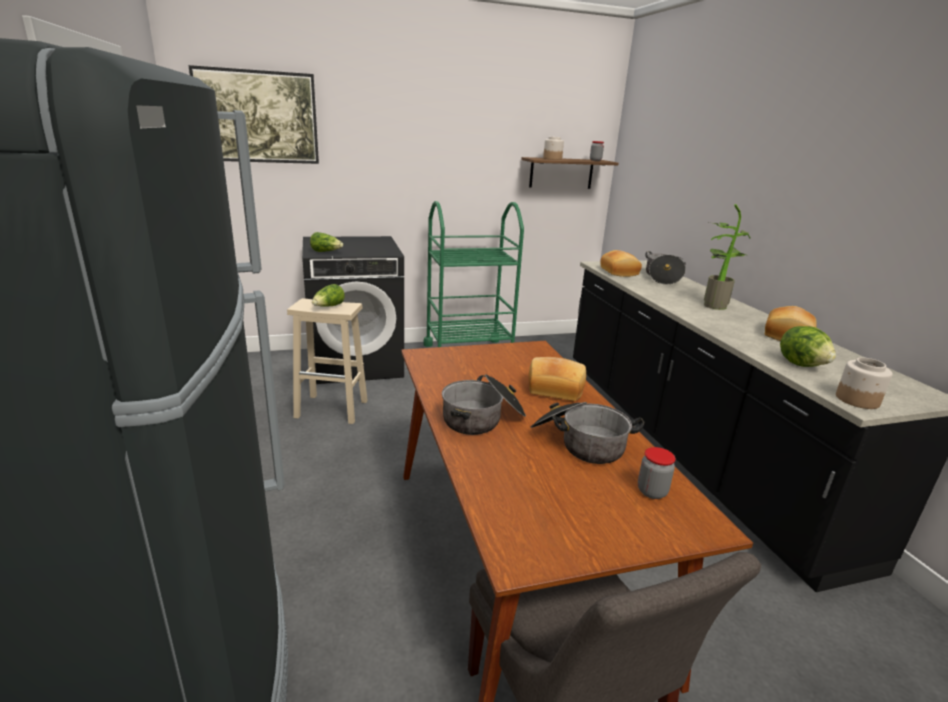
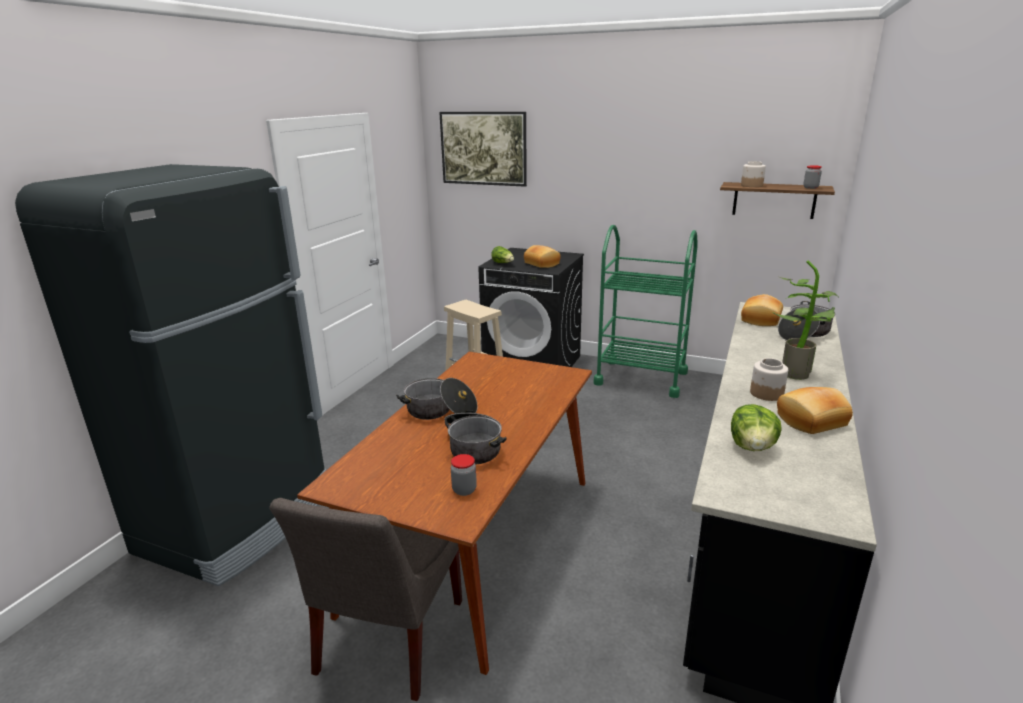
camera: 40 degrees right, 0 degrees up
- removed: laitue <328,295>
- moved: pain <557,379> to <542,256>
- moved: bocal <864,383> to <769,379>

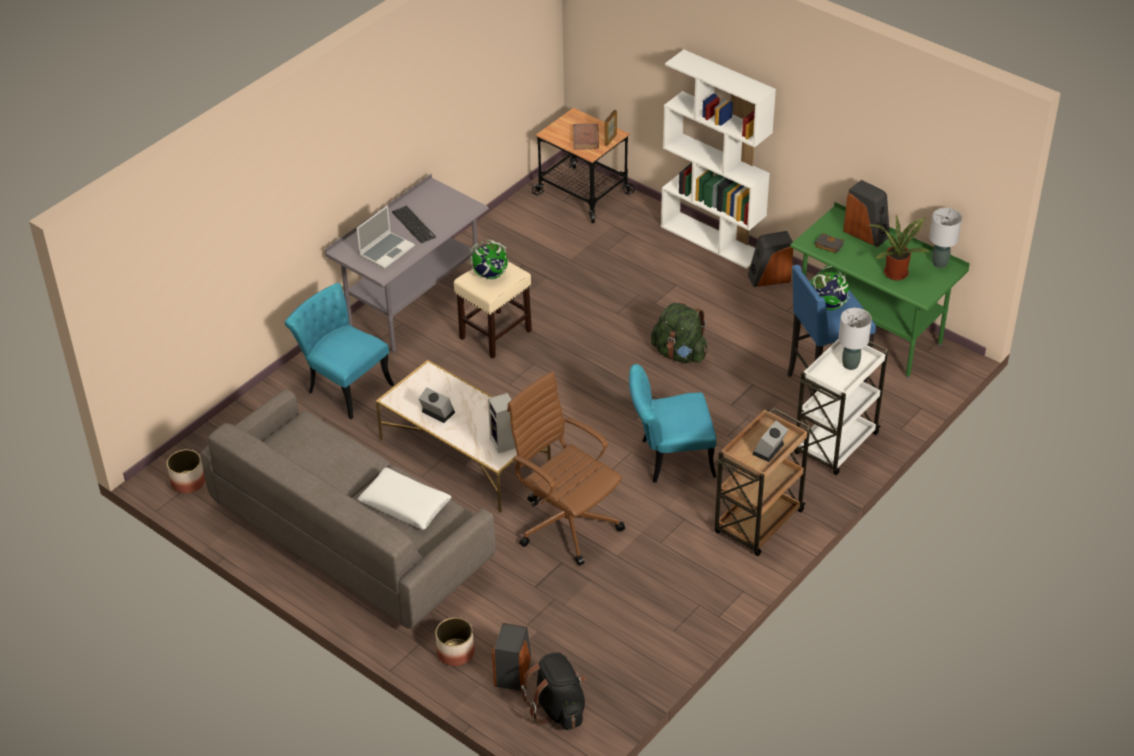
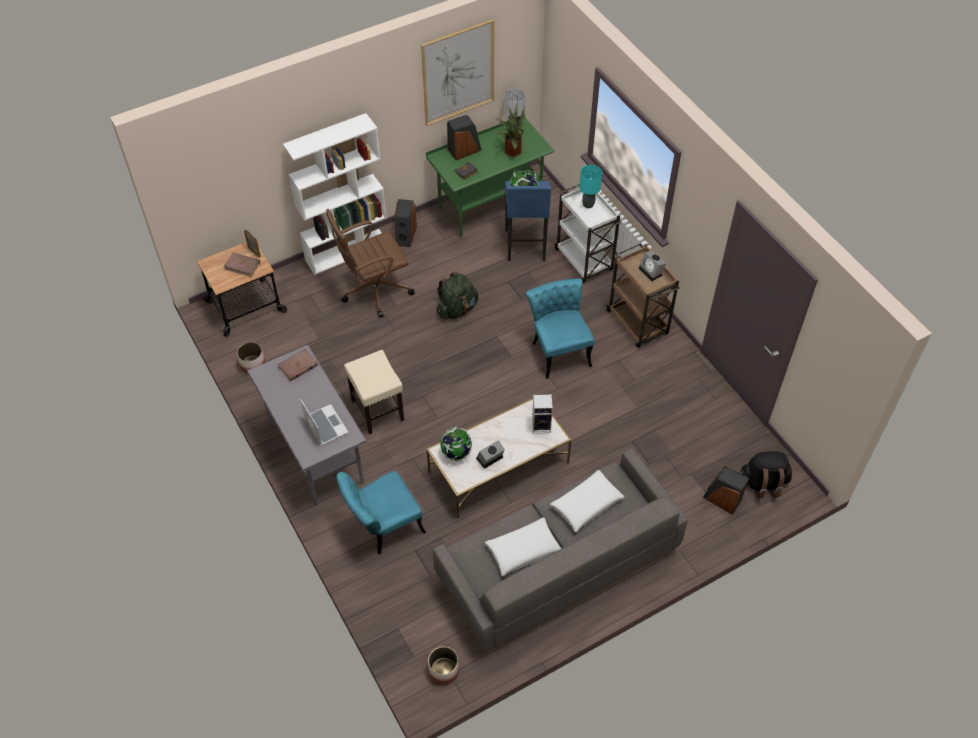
camera: 70 degrees left, 10 degrees up
- removed: clavier <414,224>
- added: livre [marron] <298,365>
- added: tableau <457,72>
- added: coussin [blanc] <523,547>
- moved: cache-pot <454,642> to <251,358>
- moved: globe <489,260> to <456,443>
- moved: chaise de bureau [marron] <566,468> to <370,263>
- recoloured: lampe de table [gris] <855,339> to lampe de table [turquoise] <590,186>
- turned: chaise [turquoise] <673,423> = <560,328> 150 degrees clockwise

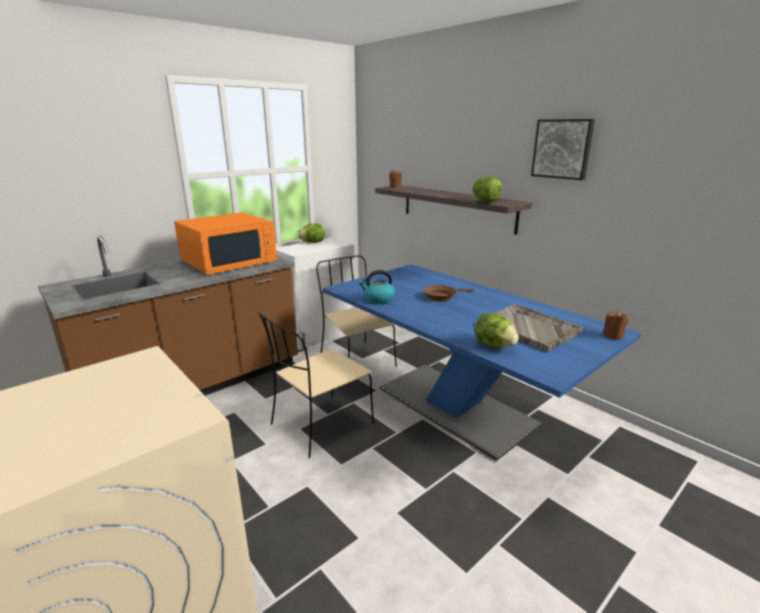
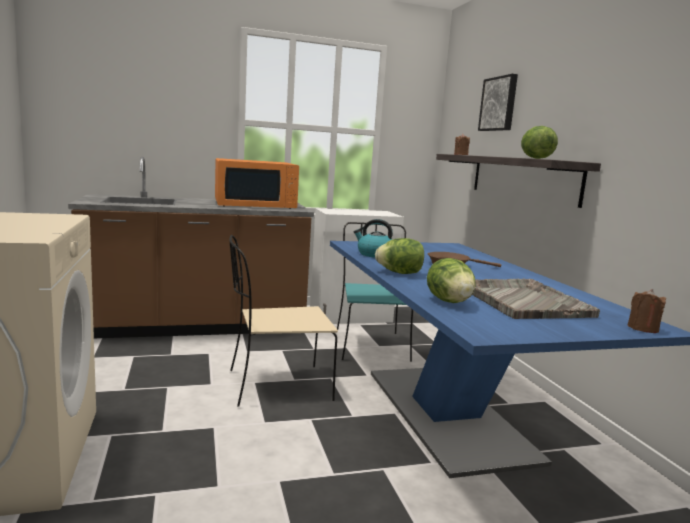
camera: 25 degrees right, 10 degrees down
- moved: laitue <311,233> to <399,256>
- moved: tableau <563,149> to <498,102>
- recoloured: chaise [beige] <356,311> to chaise [turquoise] <375,292>

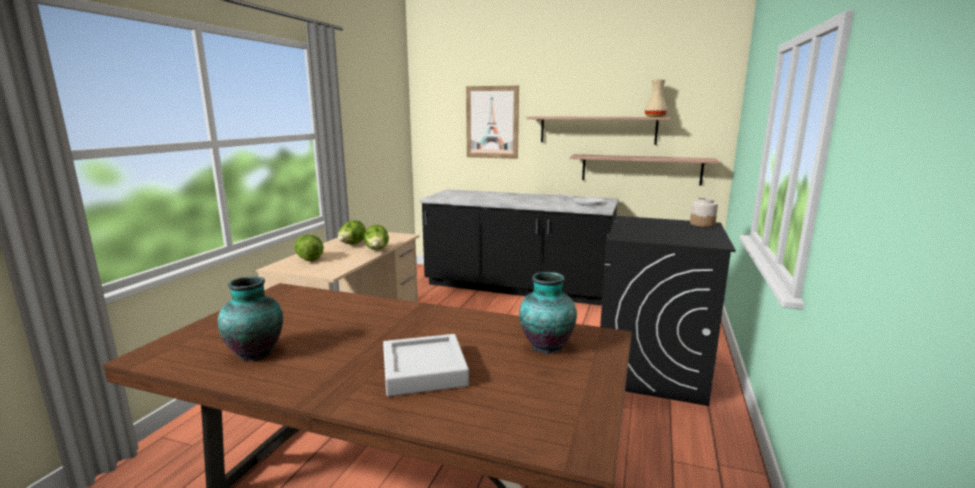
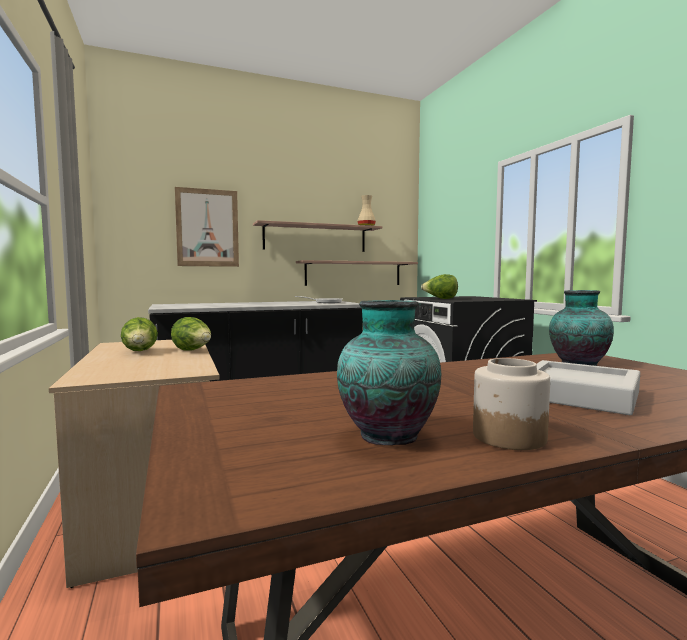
camera: 40 degrees left, 10 degrees down
- moved: laitue <309,247> to <439,286>
- moved: bocal <704,212> to <511,404>

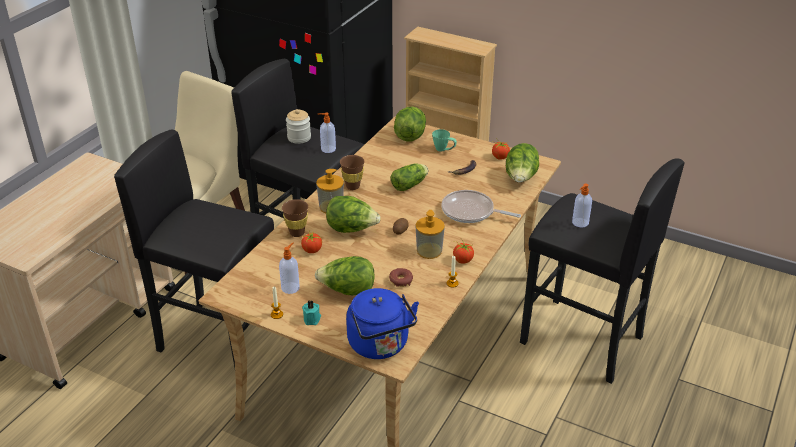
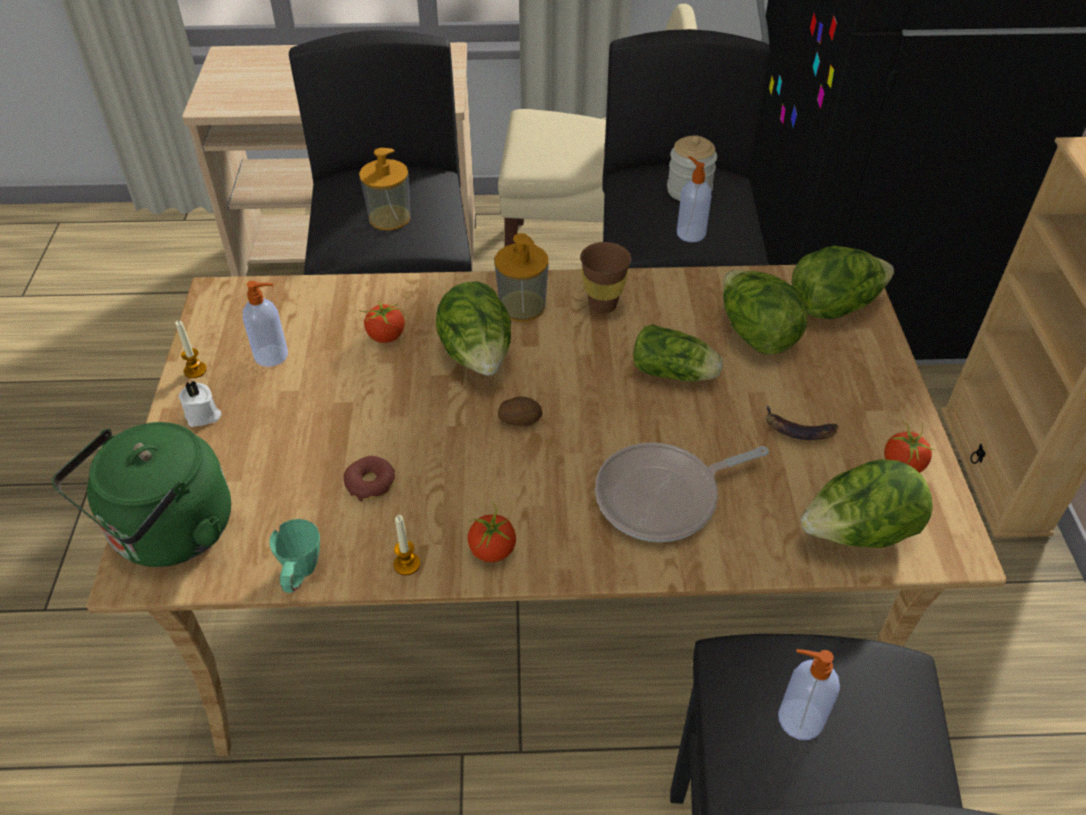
camera: 60 degrees right, 10 degrees up
- removed: tasse [marron] <295,218>
- moved: laitue <345,275> to <765,312>
- moved: distributeur de savon <430,234> to <385,189>
- moved: mug [vert] <444,140> to <294,556>
- recoloured: bougie [turquoise] <311,312> to bougie [blanc] <199,404>
- recoloured: bouilloire [bleu] <382,323> to bouilloire [vert] <141,494>
- turned: poêle <481,206> = <682,492> 105 degrees counterclockwise

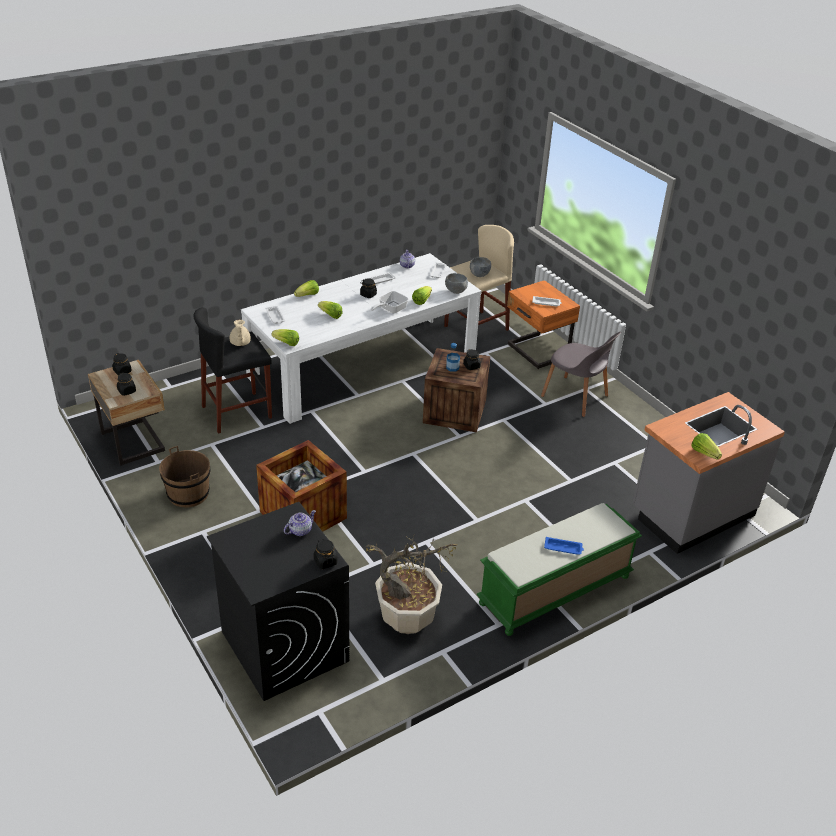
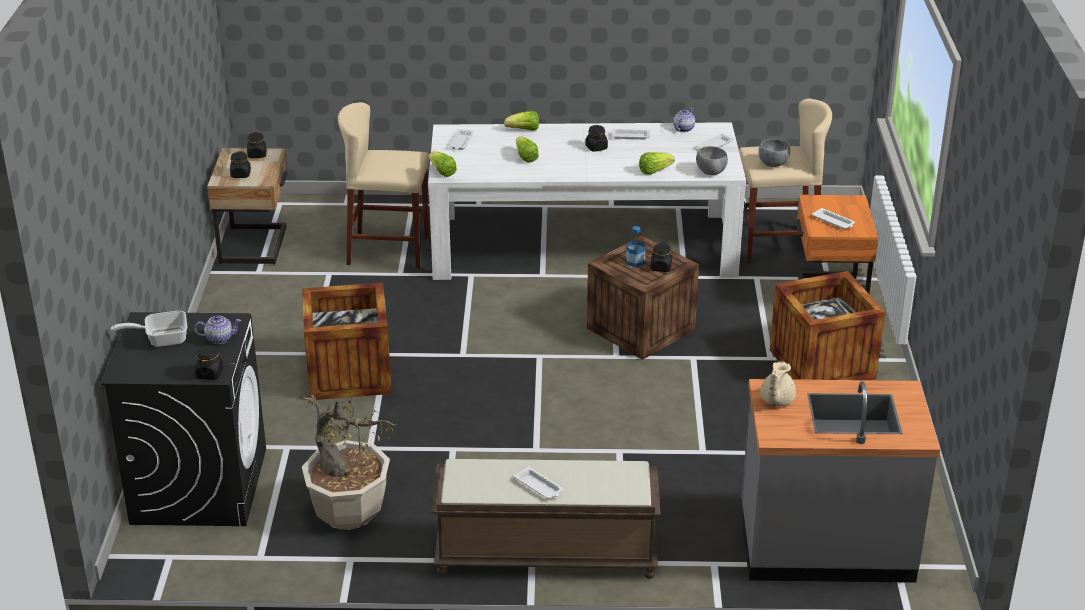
camera: 35 degrees right, 5 degrees down
- removed: seau [marron] <184,476>
- removed: laitue <706,446>
- moved: théière [beige] <240,333> to <778,383>
- moved: poêle <390,302> to <149,329>
- replaced: chaise [gris] <581,374> to caisse <827,325>
- recoloured: tabouret [noir] <233,370> to tabouret [beige] <383,185>
- recoloured: banc [vert] <559,569> to banc [marron] <546,519>
- recoloured: plateau [bleu] <564,546> to plateau [blanc] <539,482>

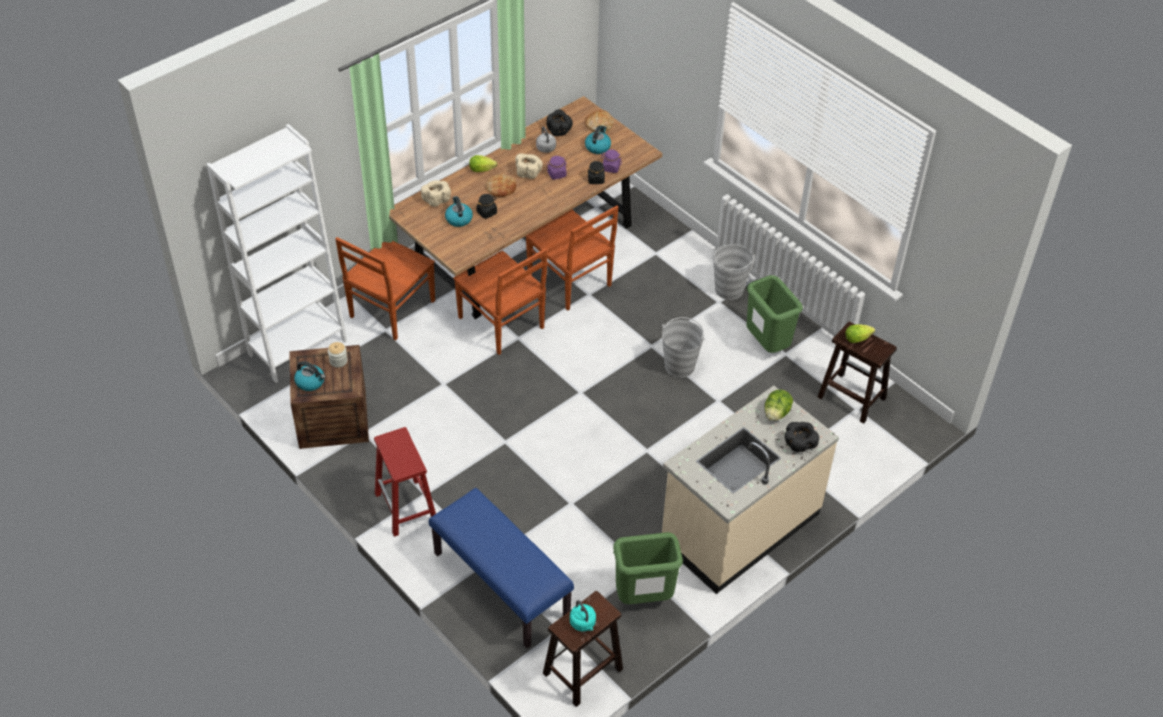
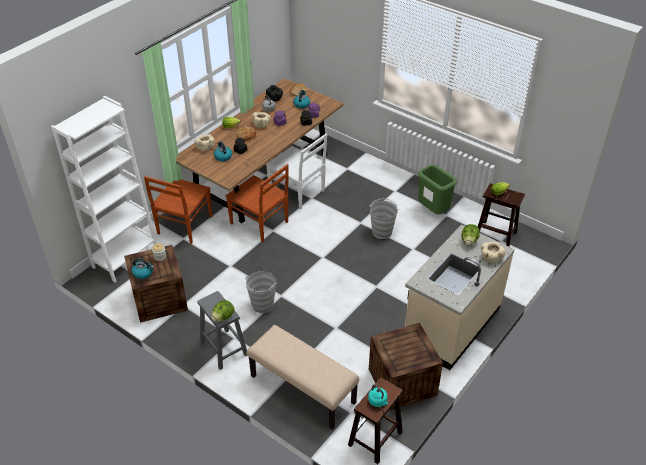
camera: 10 degrees left, 5 degrees down
- added: laitue <222,311>
- moved: seau [gris] <733,272> to <261,292>
- replaced: poubelle [vert] <648,568> to caisse <406,366>
- recoloured: tabouret [rouge] <405,482> to tabouret [gris] <222,330>
- recoloured: banc [bleu] <501,568> to banc [beige] <303,377>
- recoloured: chaise [marron] <572,258> to chaise [blanc] <296,172>
- recoloured: bol [noir] <802,437> to bol [beige] <493,252>

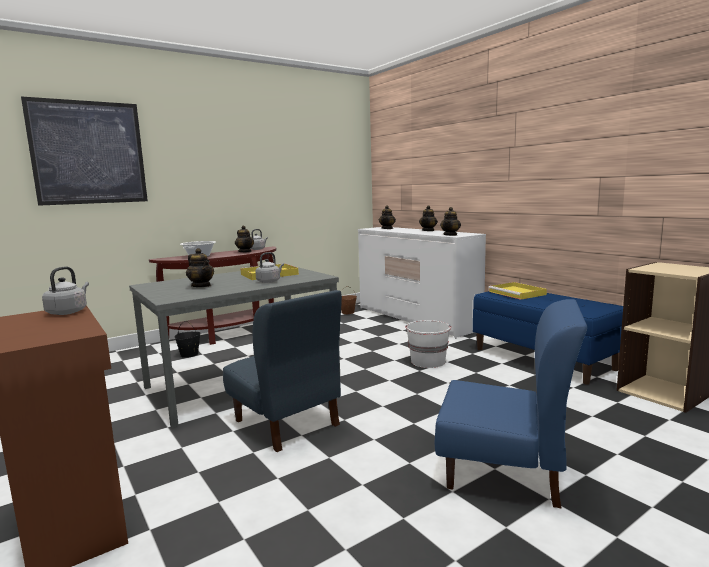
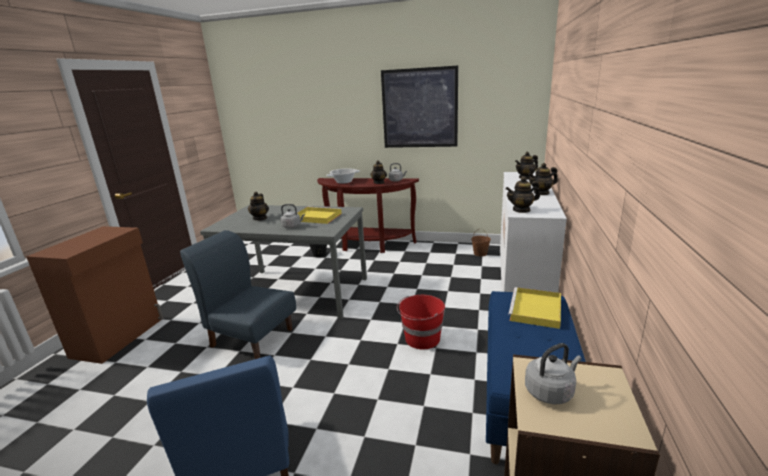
camera: 50 degrees right, 10 degrees up
- moved: tableau <84,151> to <419,107>
- moved: bouilloire [gris] <65,290> to <553,373>
- recoloured: seau [blanc] <428,344> to seau [rouge] <421,322>
- turned: chaise [bleu] <282,371> = <238,294> 105 degrees clockwise

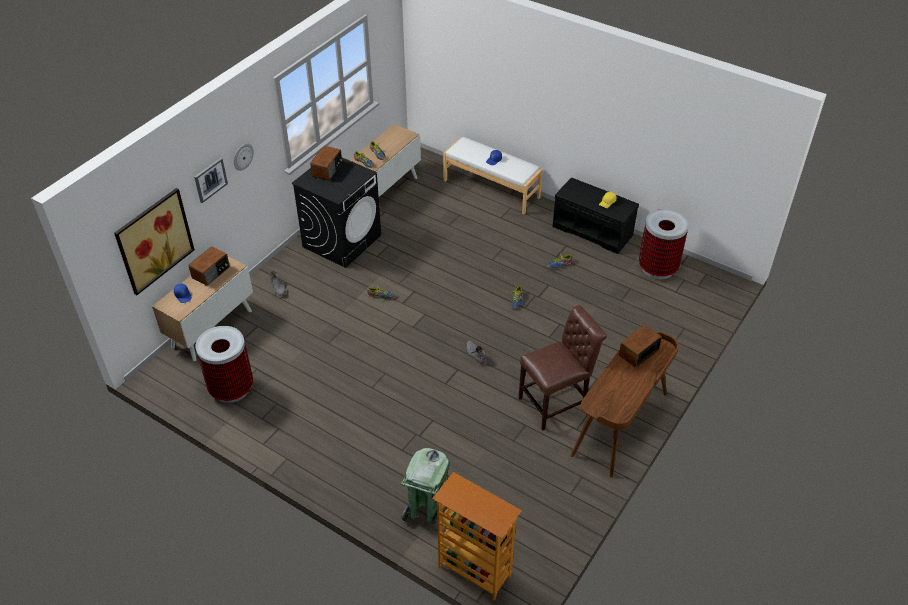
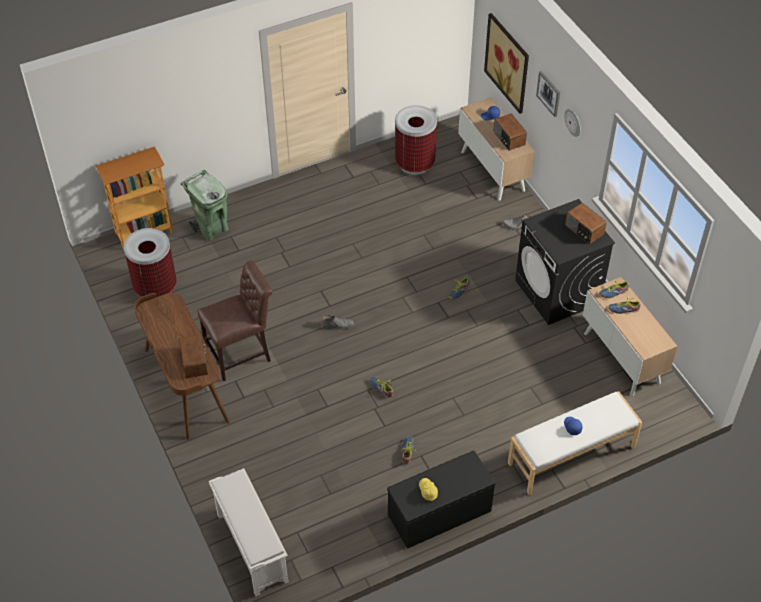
camera: 120 degrees right, 5 degrees up
- added: étagère à chaussures [blanc] <248,532>
- moved: poubelle <664,244> to <150,262>
- turned: chaise [marron] <563,367> = <235,320> 120 degrees counterclockwise

